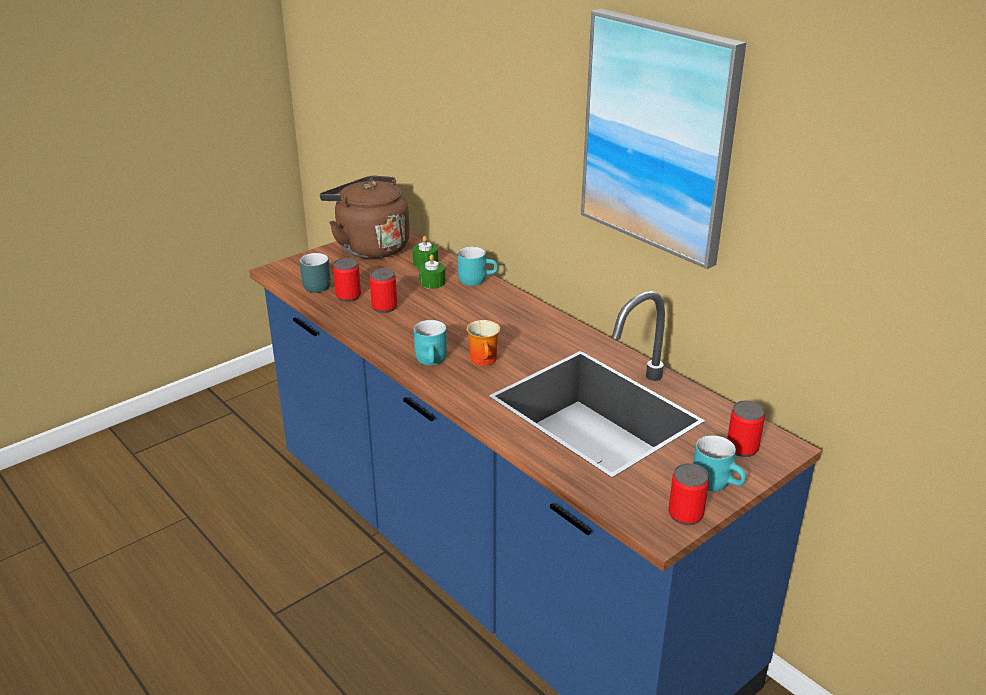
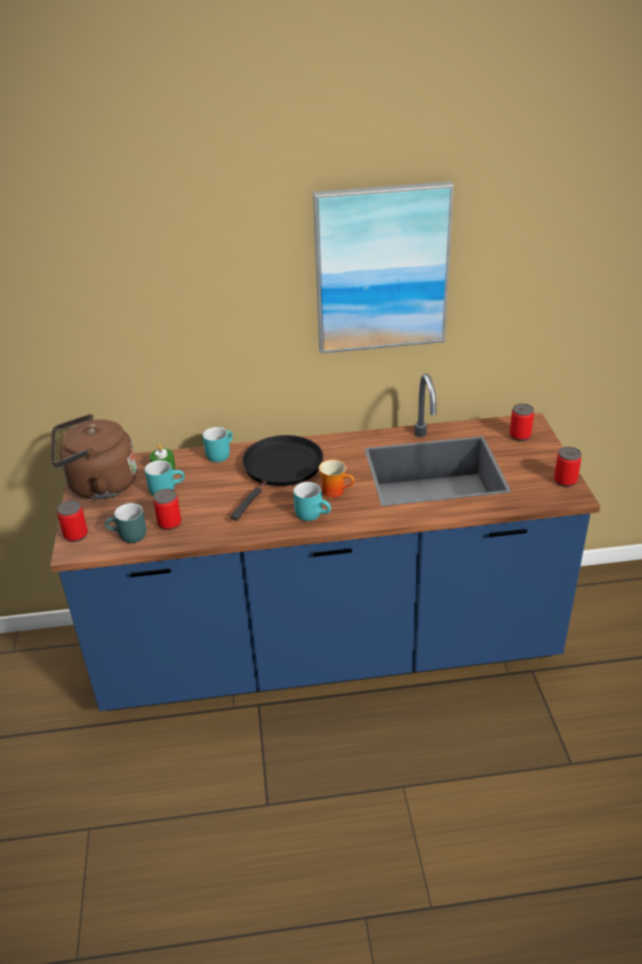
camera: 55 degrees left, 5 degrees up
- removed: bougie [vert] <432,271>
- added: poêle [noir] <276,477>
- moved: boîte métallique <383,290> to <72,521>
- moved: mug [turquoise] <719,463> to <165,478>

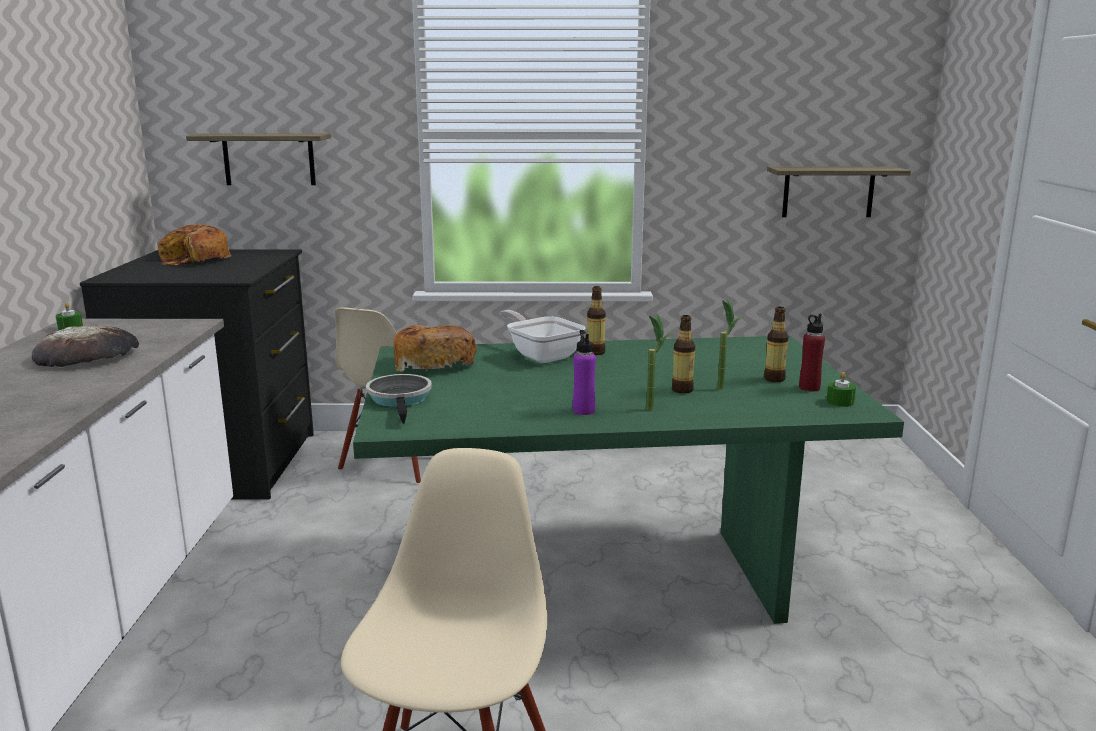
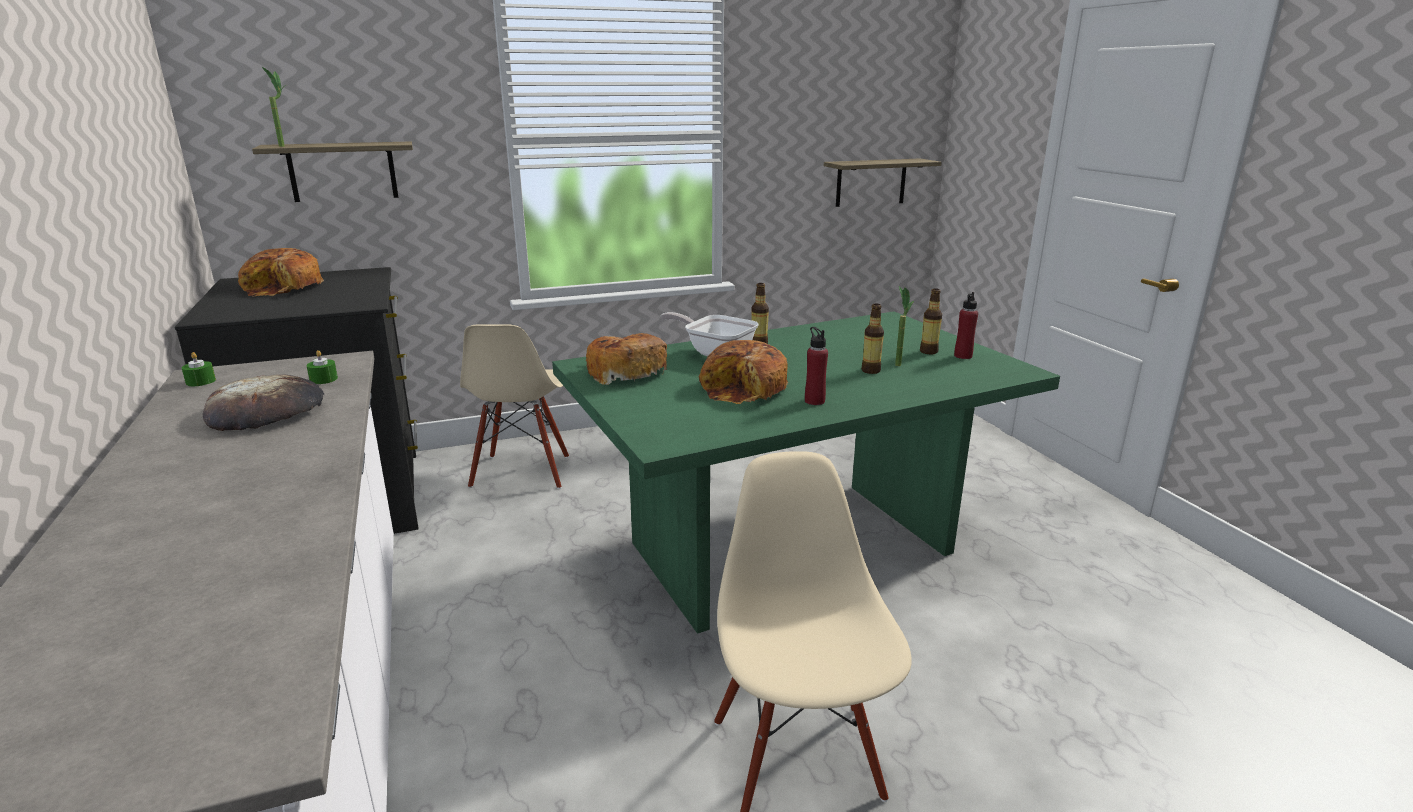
camera: 20 degrees left, 5 degrees up
- removed: poêle <399,399>
- added: pain <743,372>
- moved: plante en pot <659,362> to <274,107>
- moved: bougie [vert] <841,389> to <322,367>
- recoloured: bouteille [violet] <584,372> to bouteille [rouge] <816,366>

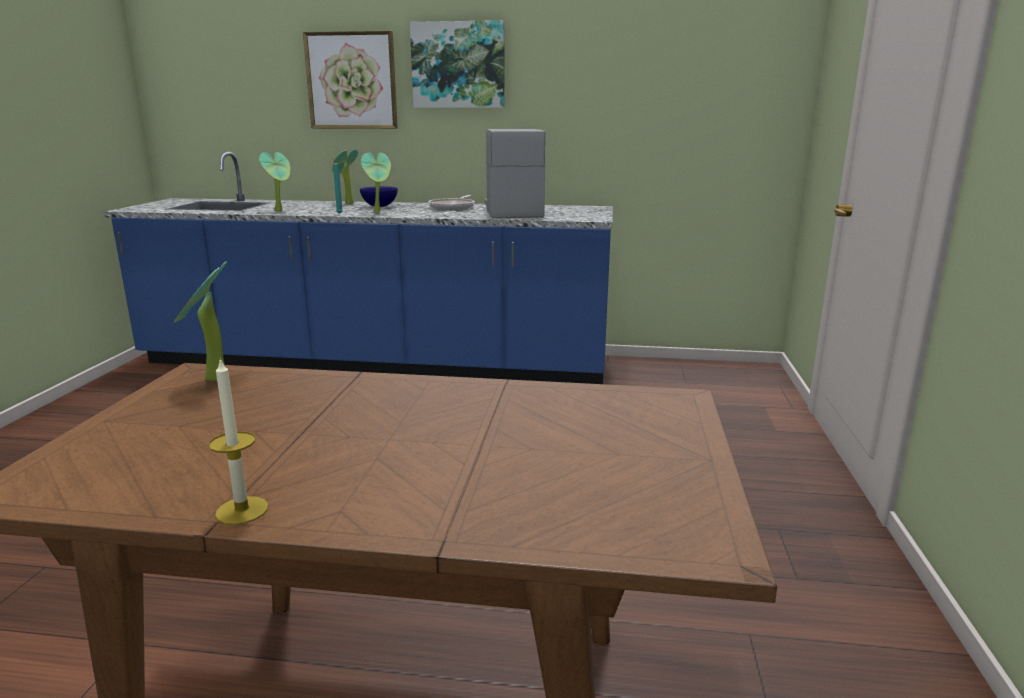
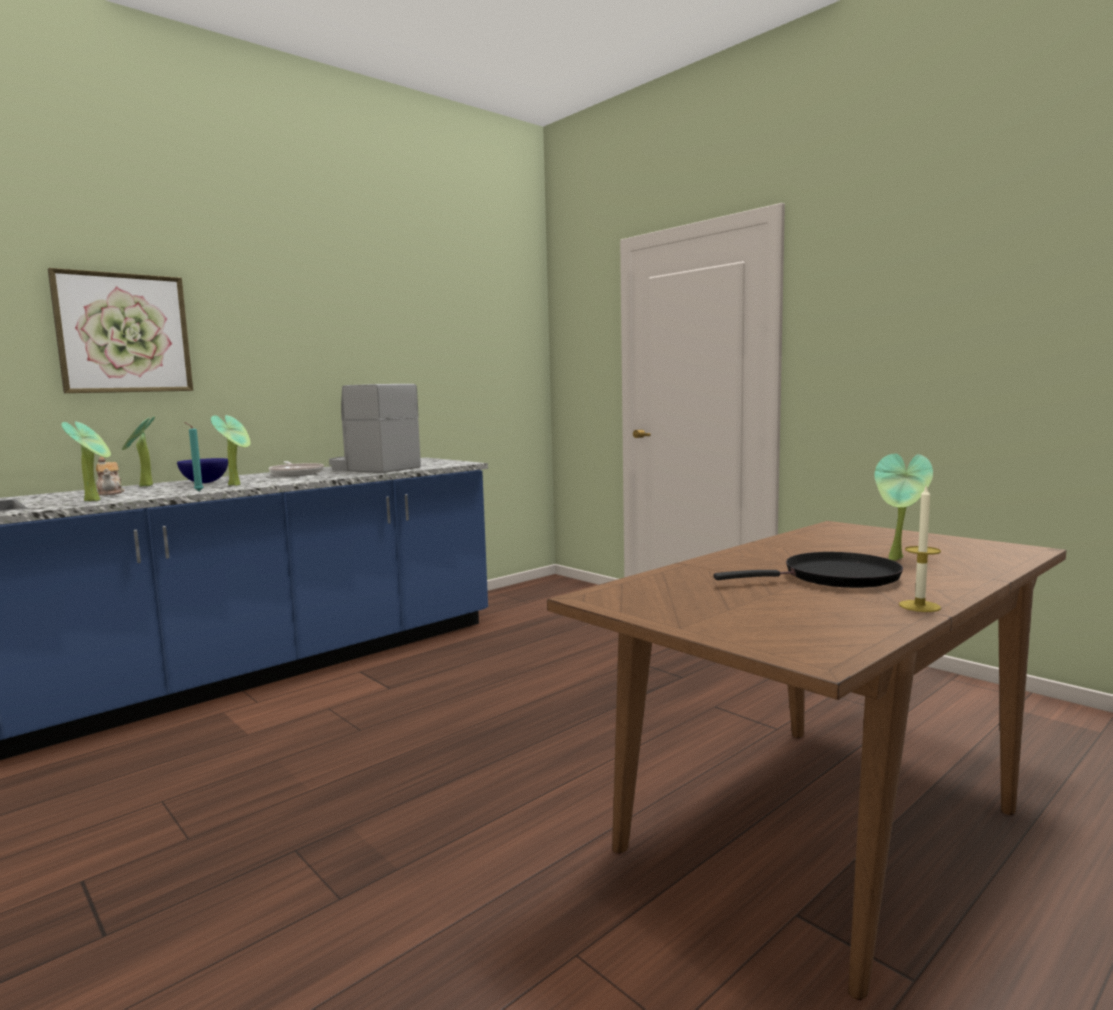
camera: 50 degrees left, 10 degrees down
- removed: tableau <457,64>
- added: théière <110,475>
- added: poêle [noir] <808,570>
- moved: plante en pot <200,321> to <903,507>

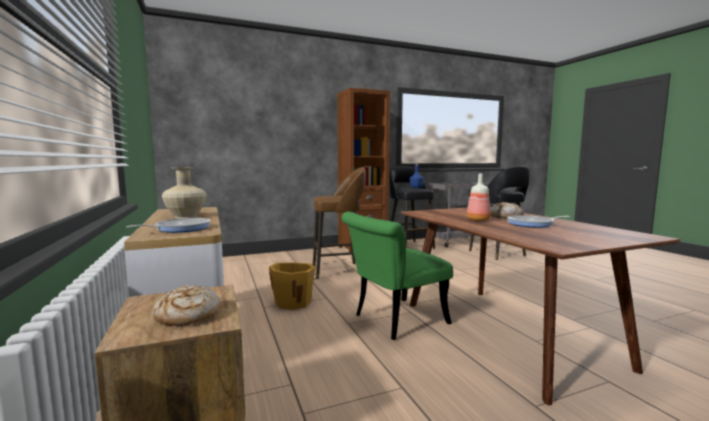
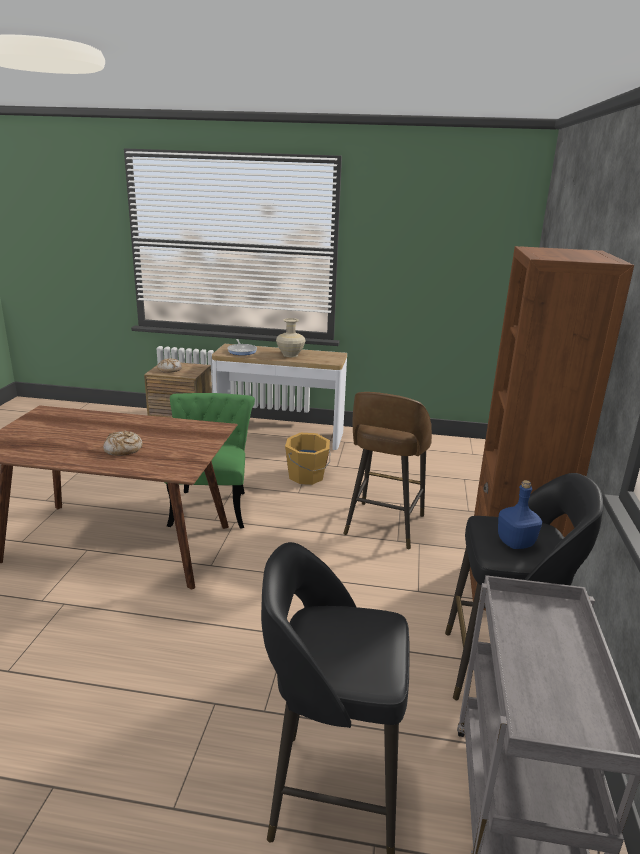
camera: 120 degrees right, 15 degrees up
- removed: bouteille <479,197>
- removed: poêle <539,221>

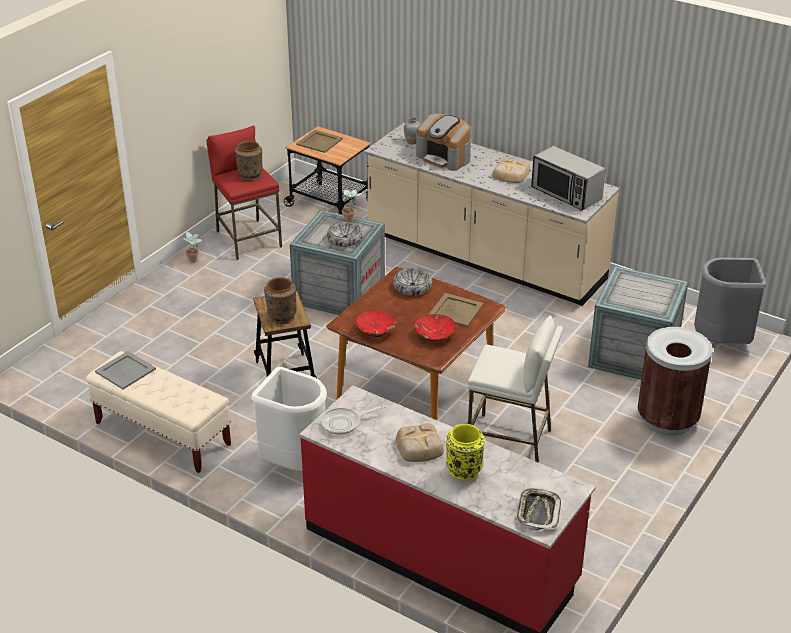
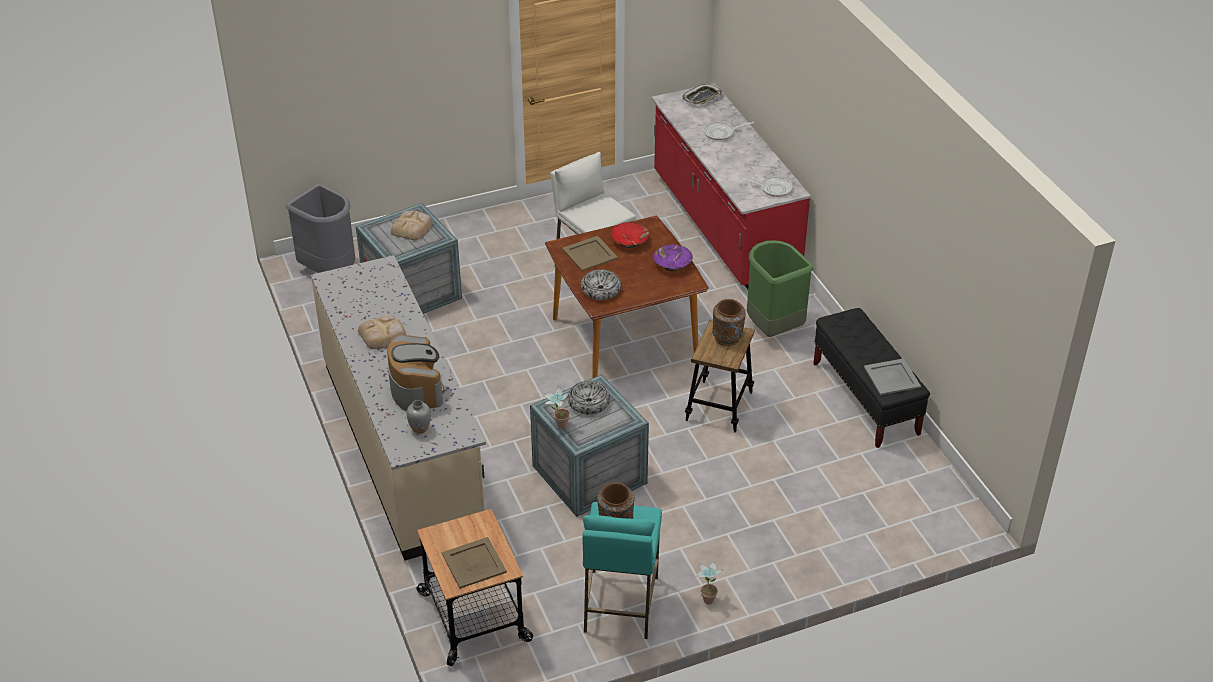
camera: 145 degrees left, 5 degrees up
- removed: micro-ondes <568,178>
- removed: poubelle [marron] <675,381>
- moved: pain <420,442> to <412,225>
- replaced: vase [jaune] <465,452> to poêle <729,130>
- recoloured: banc [beige] <158,412> to banc [noir] <871,378>
- recoloured: tabouret [rouge] <244,192> to tabouret [turquoise] <622,570>
- recoloured: poubelle [blanc] <289,419> to poubelle [vert] <780,288>
- recoloured: bol [rouge] <376,323> to bol [violet] <673,257>

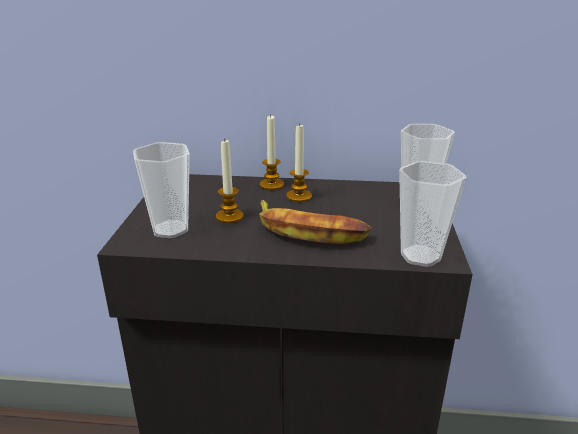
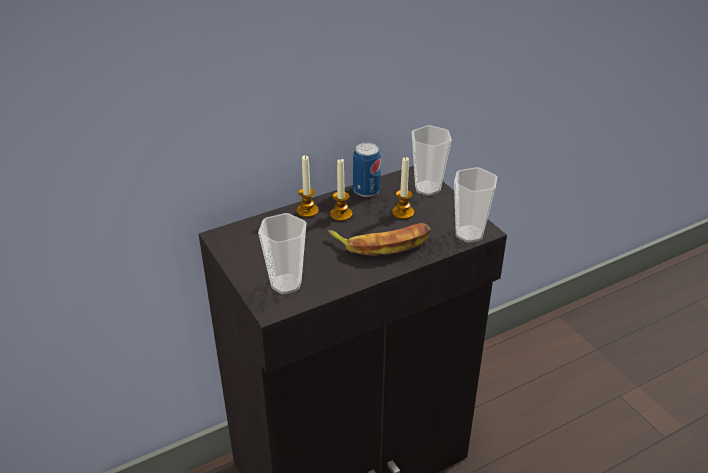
camera: 35 degrees left, 10 degrees up
- added: boîte métallique <367,170>
- moved: bougie <229,181> to <403,188>

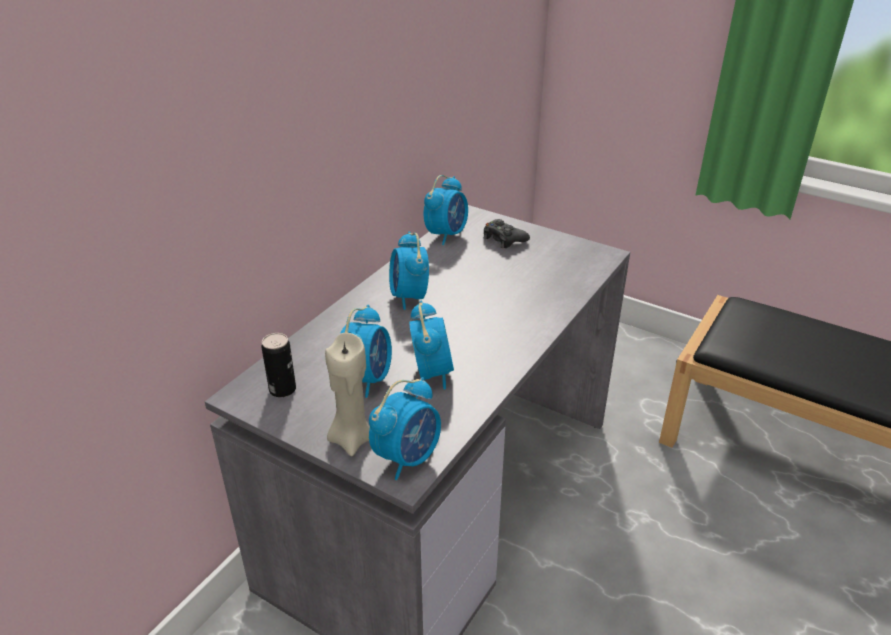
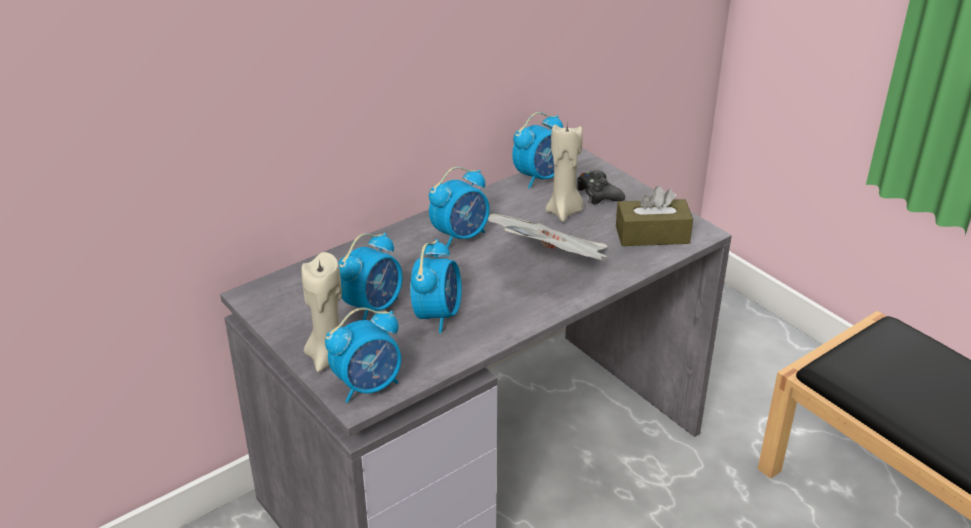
camera: 20 degrees right, 0 degrees up
- removed: boîte métallique <278,365>
- added: journal <547,237>
- added: bougie [beige] <564,172>
- added: boîte à mouchoirs [marron] <654,216>
- turned: réveil <409,271> = <459,207> 135 degrees counterclockwise

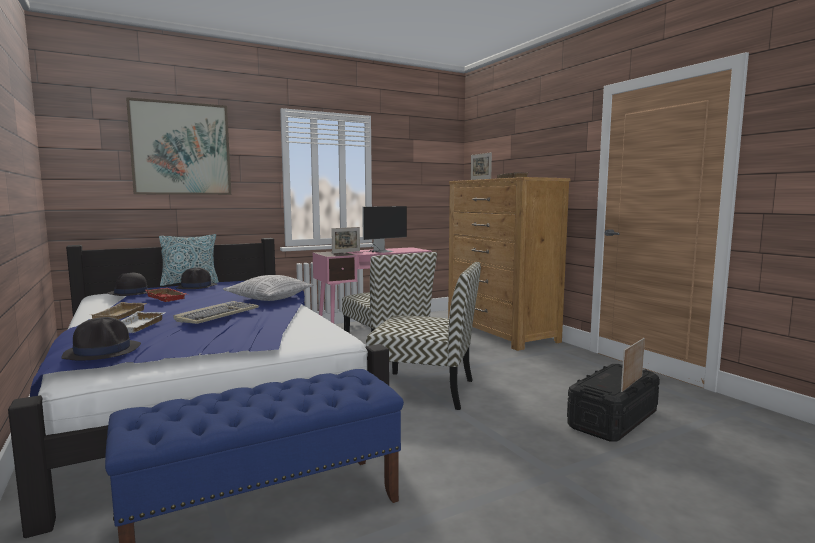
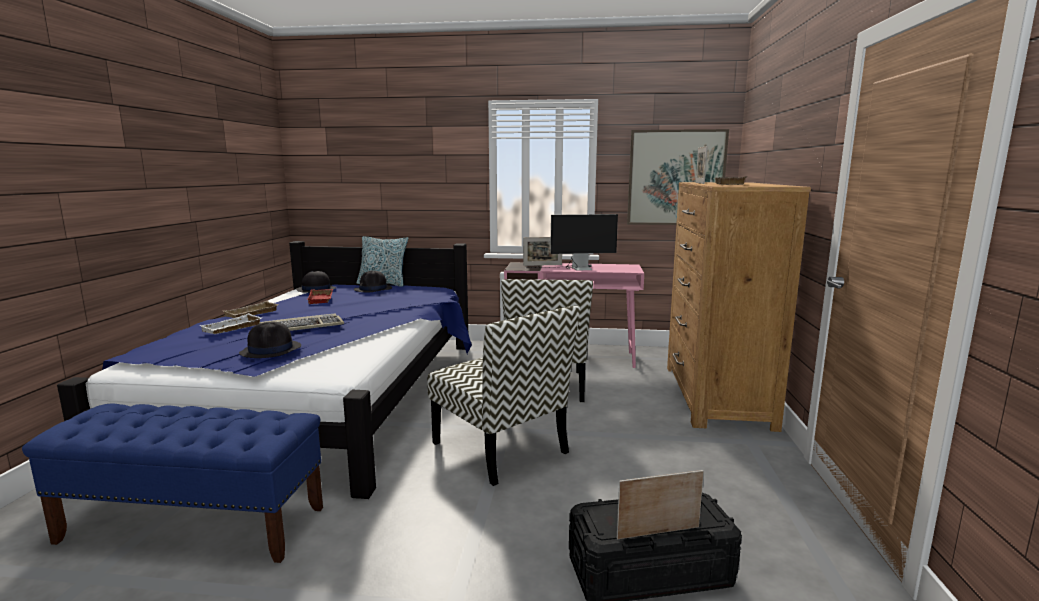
camera: 35 degrees right, 5 degrees up
- removed: coussin <268,288>
- moved: chapeau [noir] <101,339> to <270,340>
- moved: tableau <178,146> to <678,177>

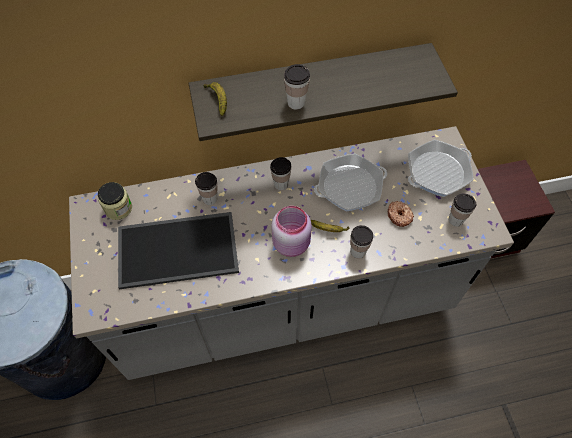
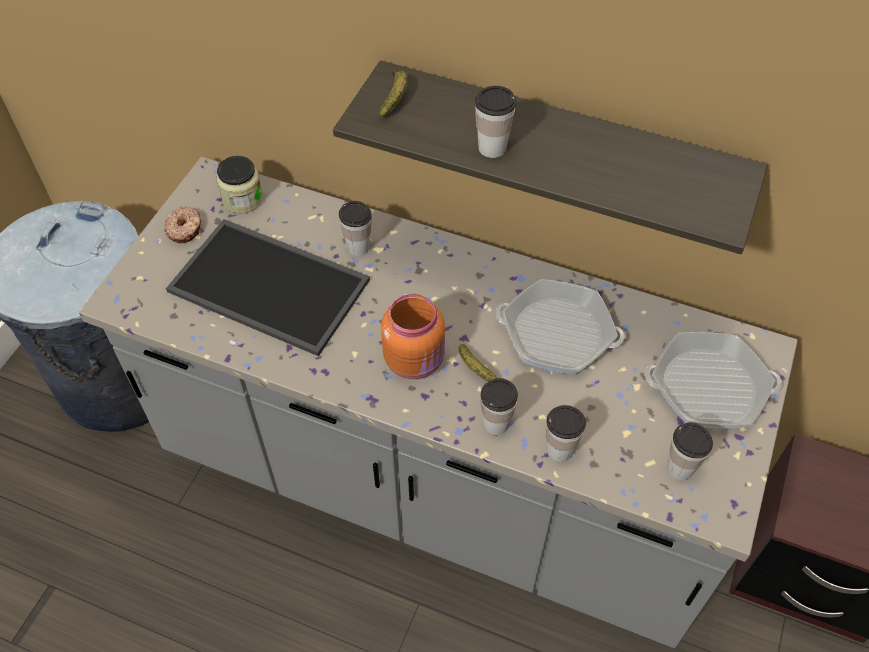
camera: 35 degrees right, 5 degrees down
- moved: tasse <280,174> to <566,433>
- moved: beignet <401,214> to <182,224>
- recoloured: bocal [rose] <291,231> to bocal [orange] <413,336>

